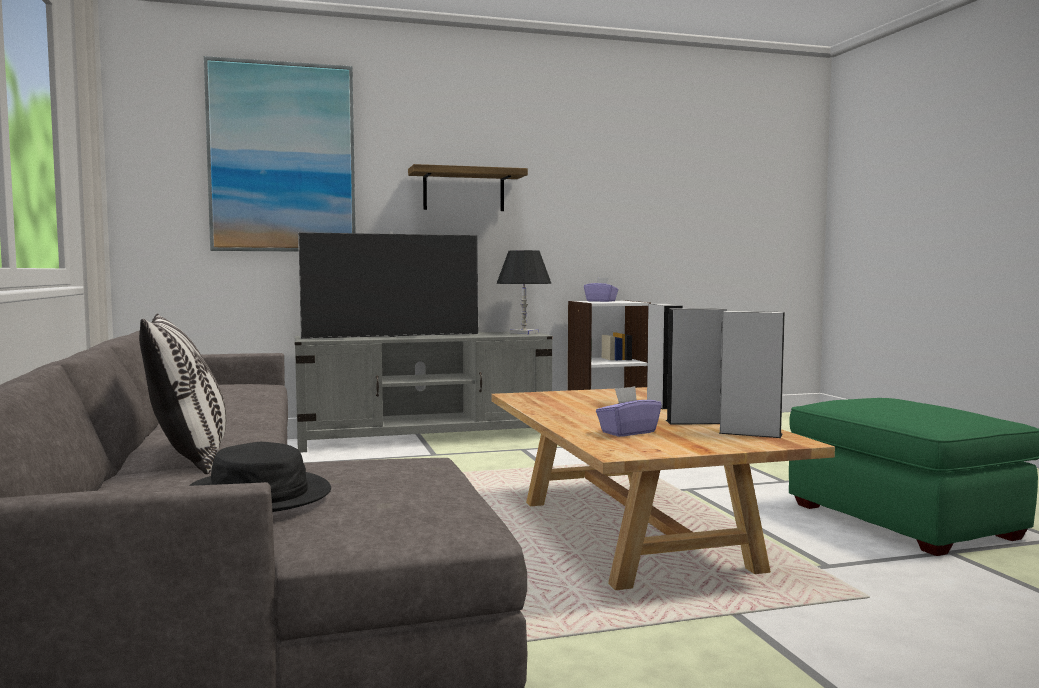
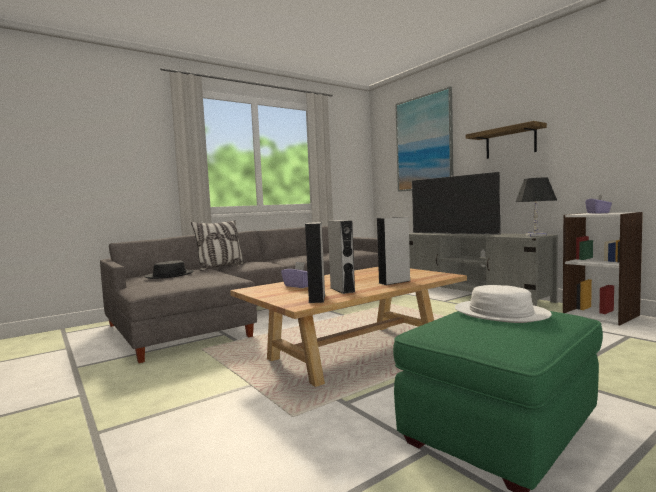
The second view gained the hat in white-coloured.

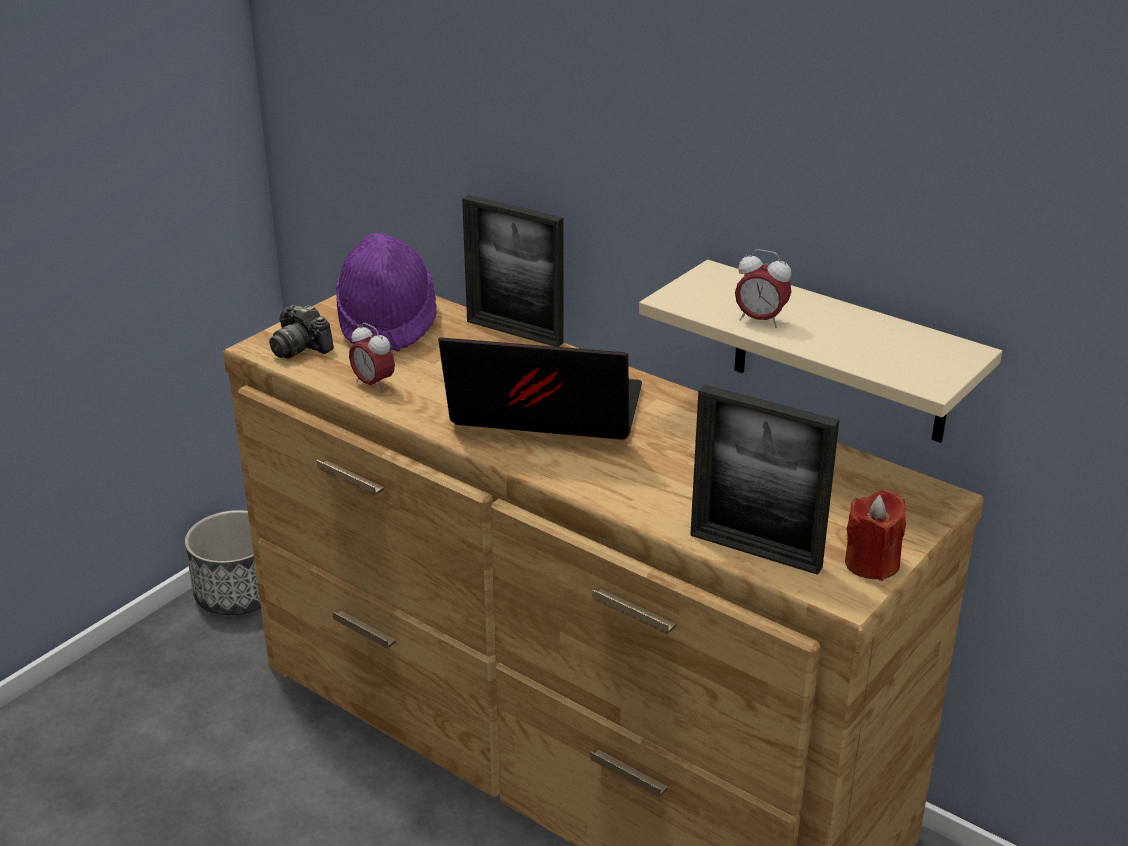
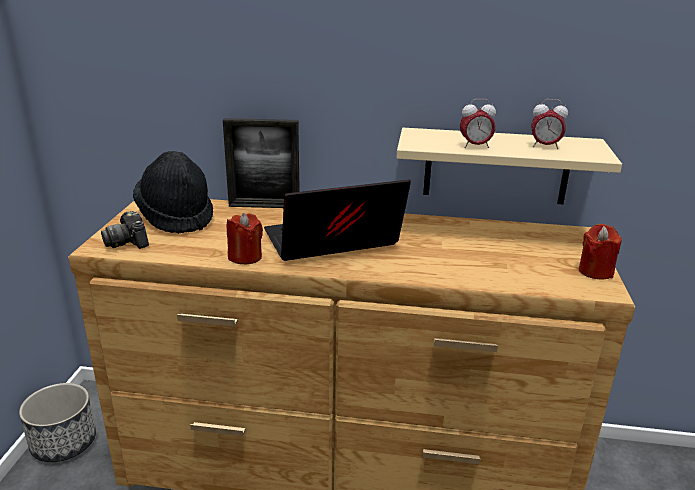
The second view lost the standing frame (no. 2 from left). The second view gained the wax light in red-coloured (no. 1 from left). The bedside clock (no. 1 from left in the first image) ended up elsewhere. What was the hat in purplish turned into the hat in black-coloured. The still camera ended up facing another way, 45 degrees clockwise from before.

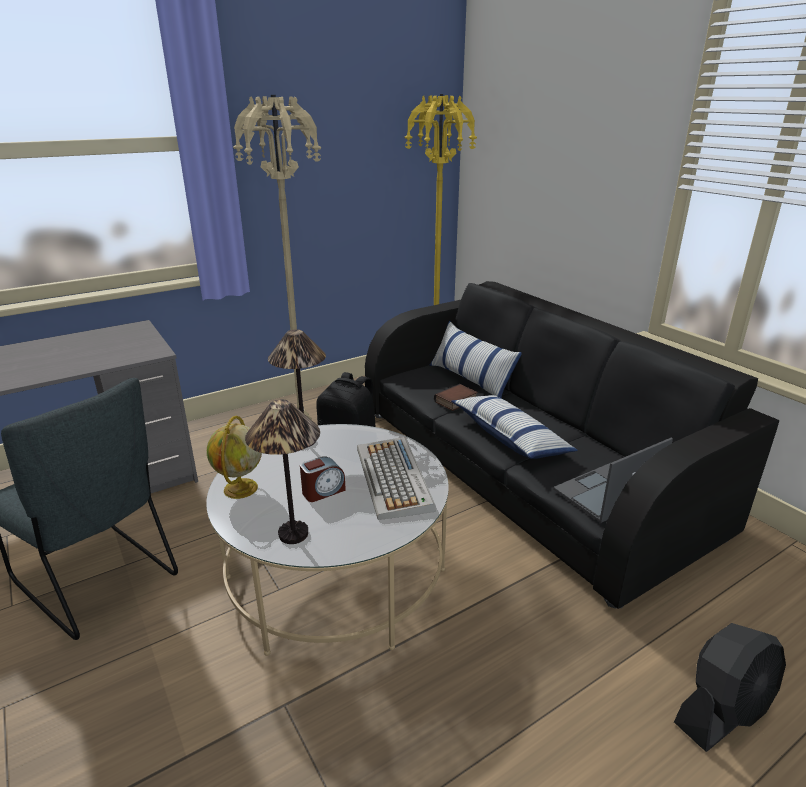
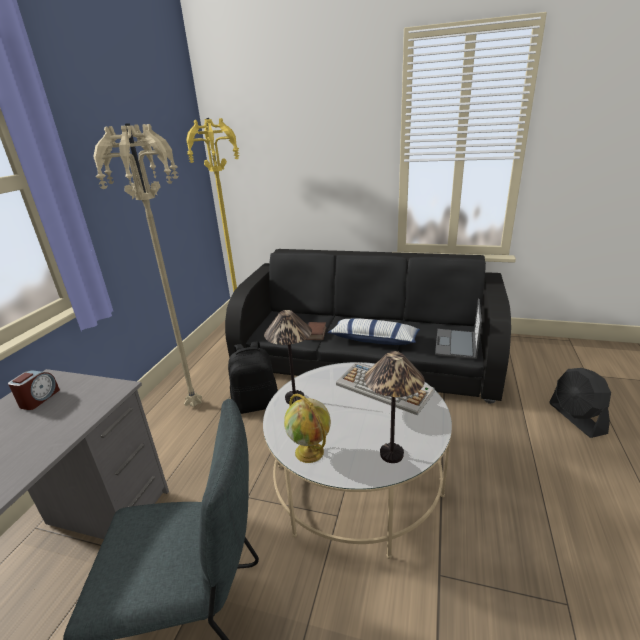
The second view lost the pillow (no. 1 from left). The bedside clock ended up elsewhere. The cooling fan in black-coloured ended up facing another way, 150 degrees clockwise from before.

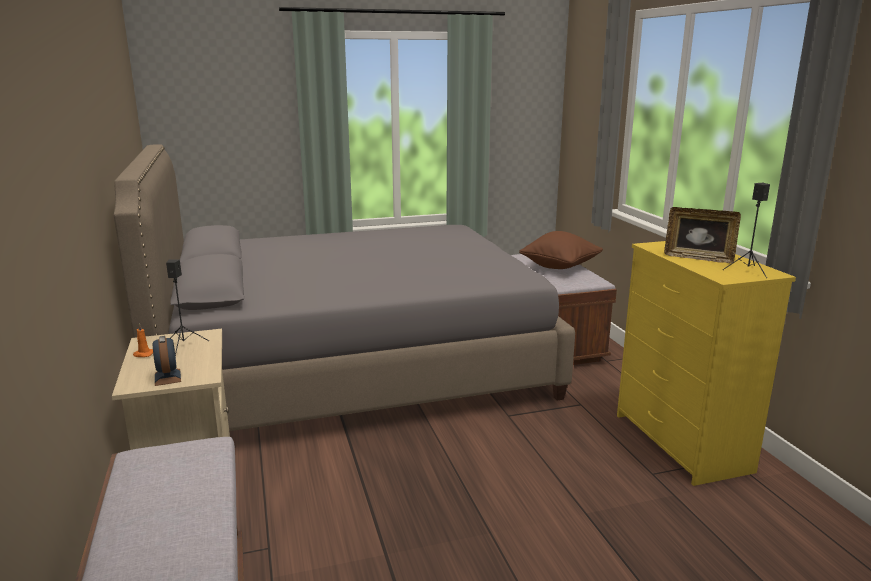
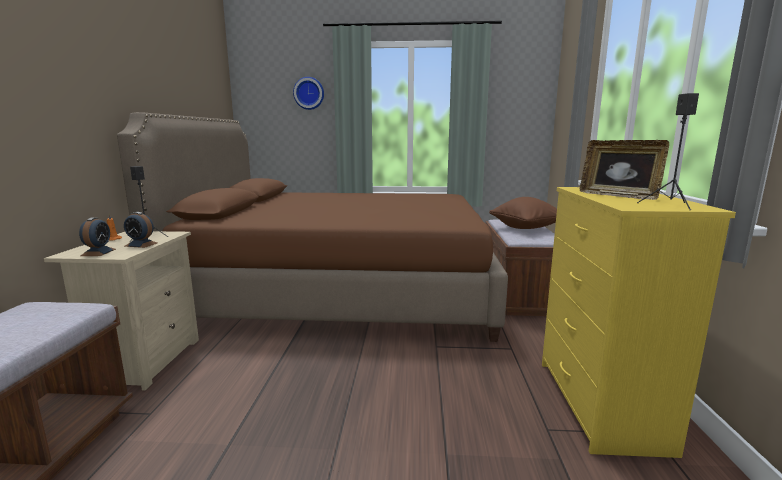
The second view gained the bedside clock (no. 2 from left). The second view gained the wall clock. What was the bed in grey turned into the bed in brown.

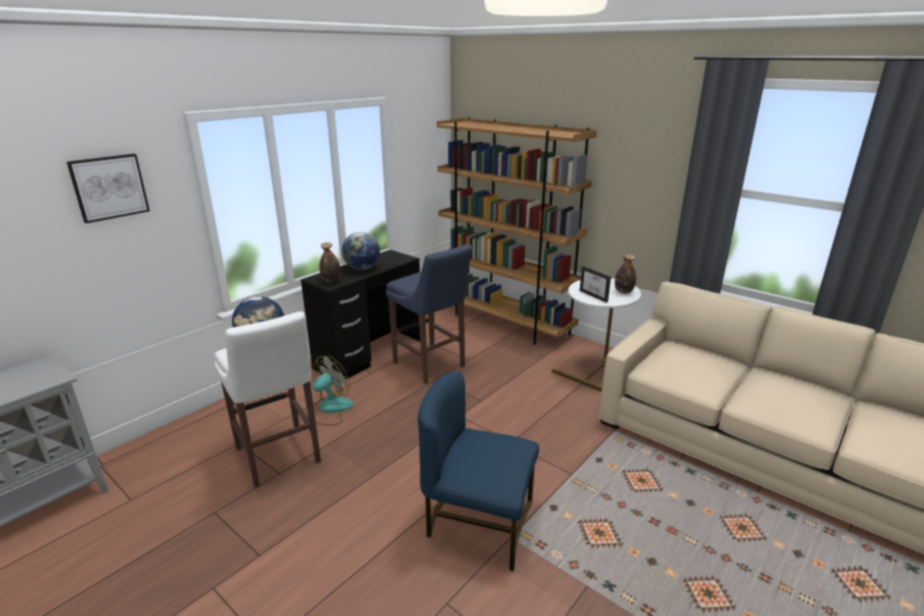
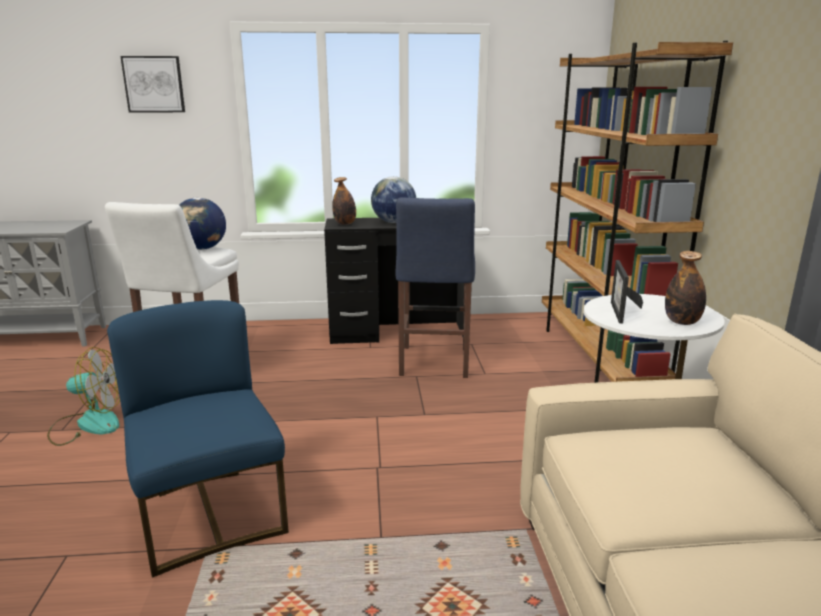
The cooling fan ended up elsewhere.

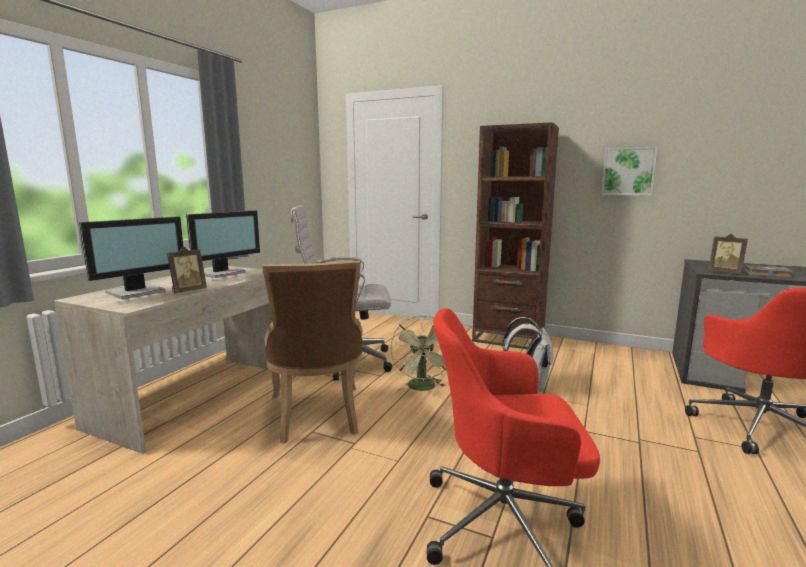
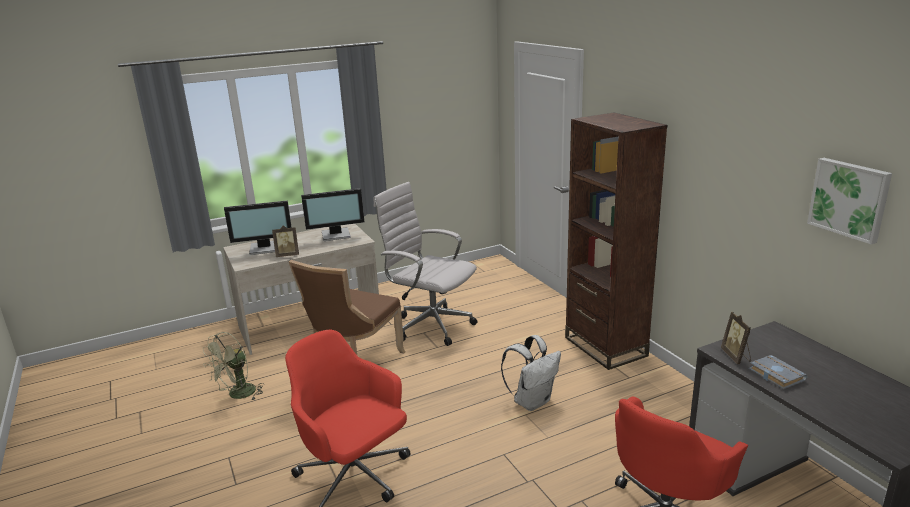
The cooling fan in green-coloured ended up elsewhere. The picture ended up elsewhere.

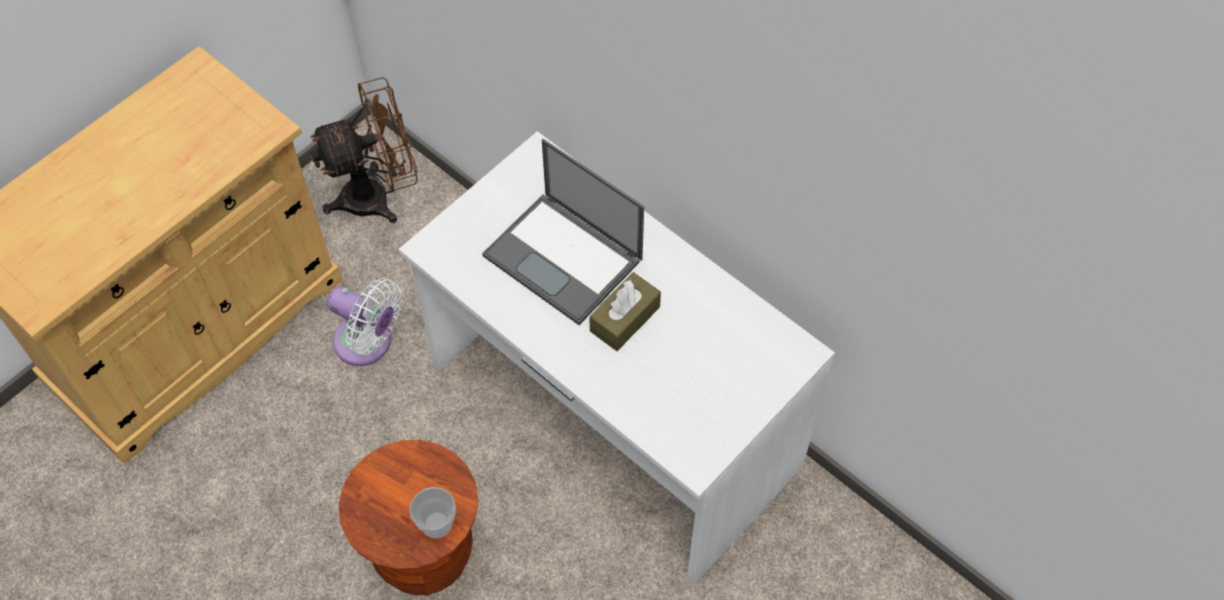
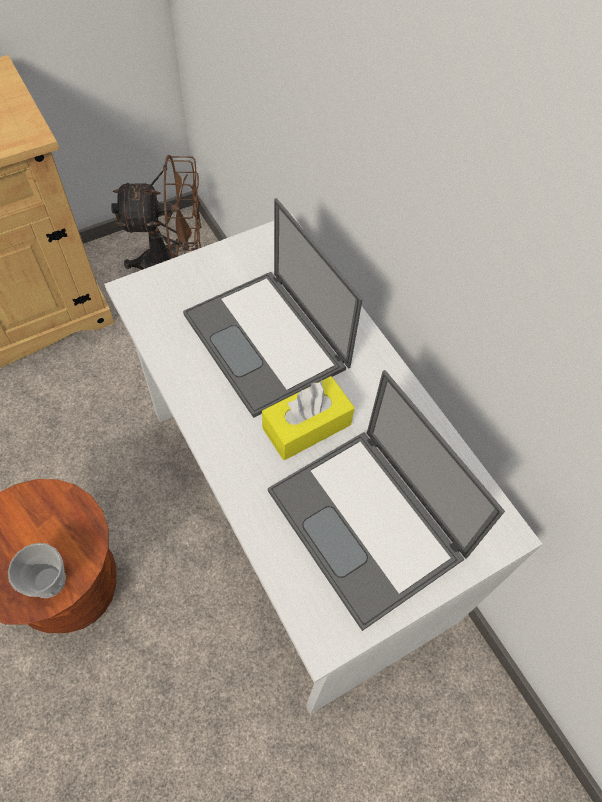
The second view lost the cooling fan in white-coloured. The second view gained the laptop (no. 2 from left). What was the tissue holder in brown turned into the tissue holder in yellow.

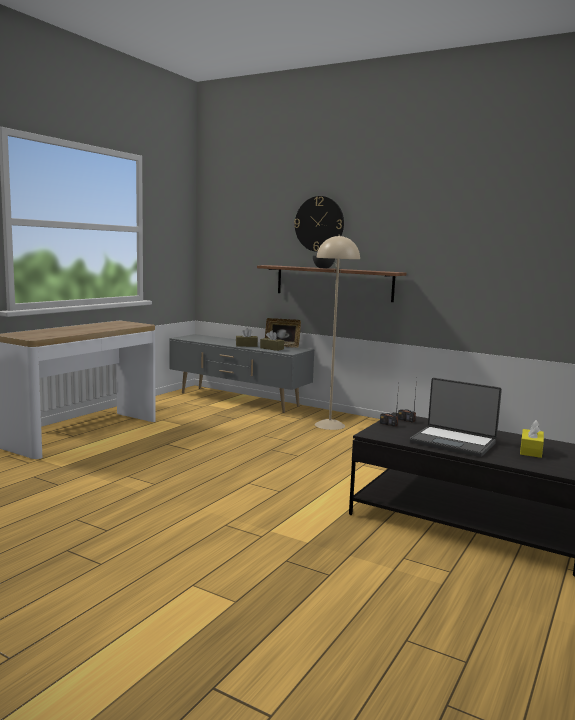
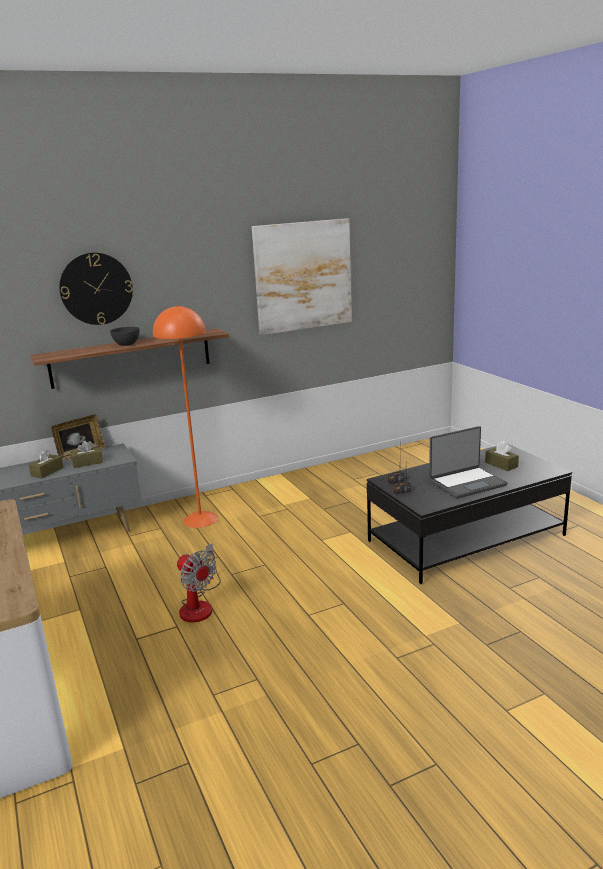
The second view gained the cooling fan. The second view gained the picture. What was the standard lamp in beige turned into the standard lamp in orangey. What was the tissue holder in yellow turned into the tissue holder in brown (no. 3 from left).

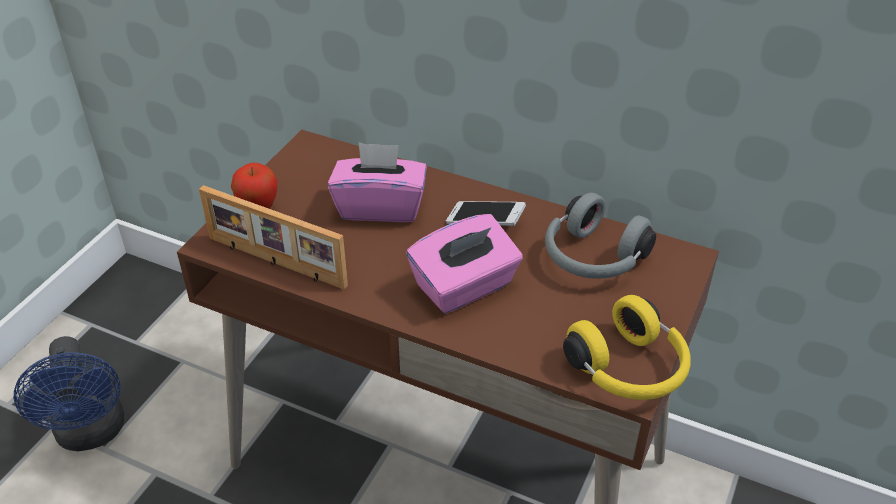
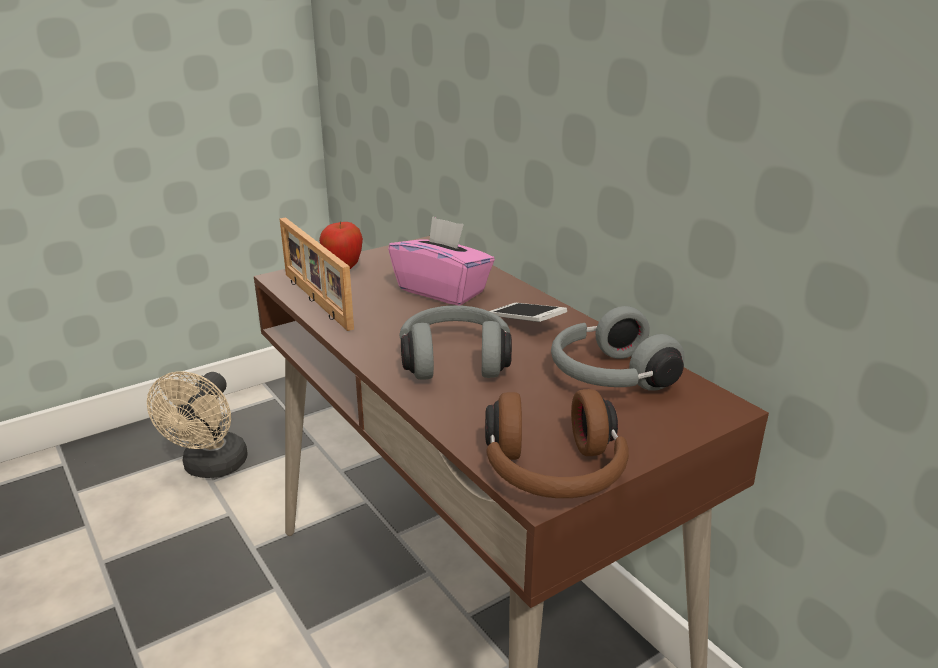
Where the tissue holder in pink (no. 2 from left) stood, the headset in grey (no. 1 from left) came to stand. What was the cooling fan in blue-coloured turned into the cooling fan in beige. What was the headset in yellow turned into the headset in brown.

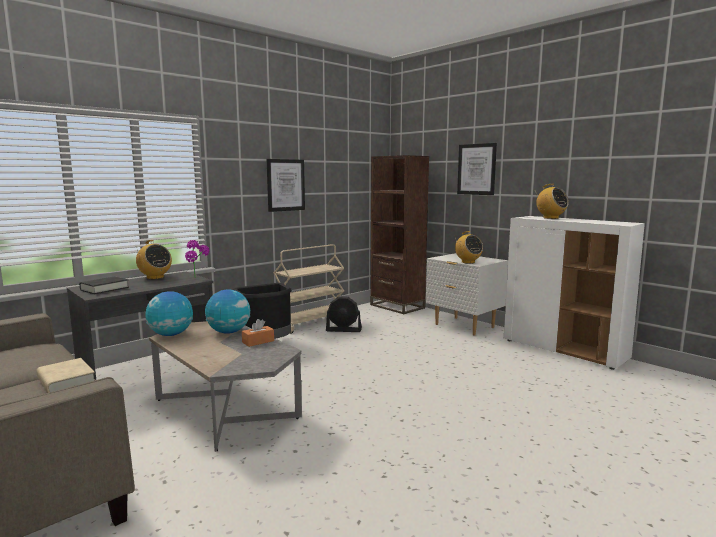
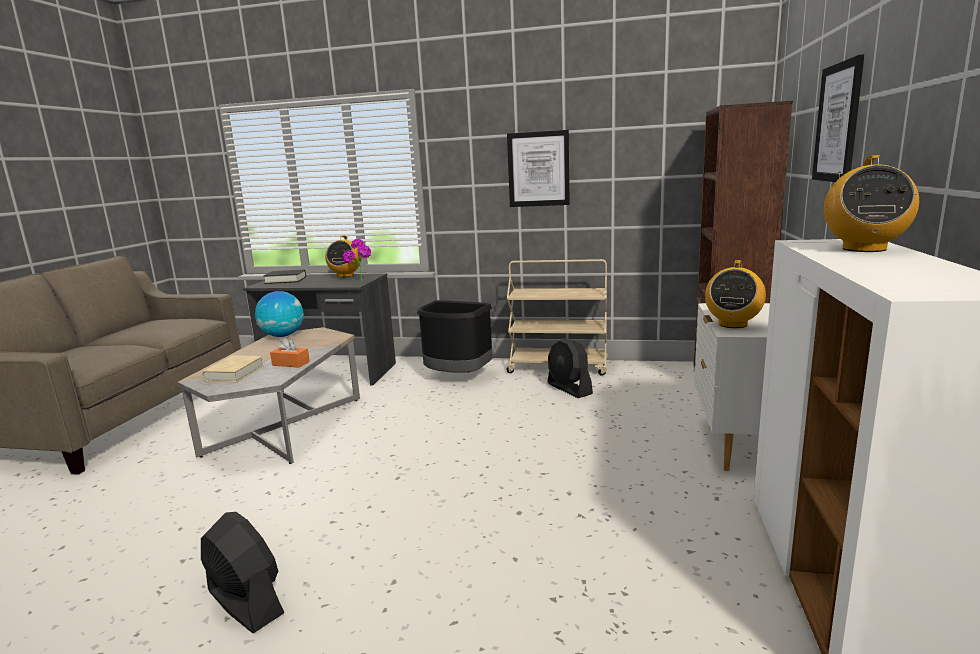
The second view lost the world globe (no. 2 from left). The second view gained the cooling fan in black-coloured (no. 1 from left). The volume in beige ended up elsewhere.

